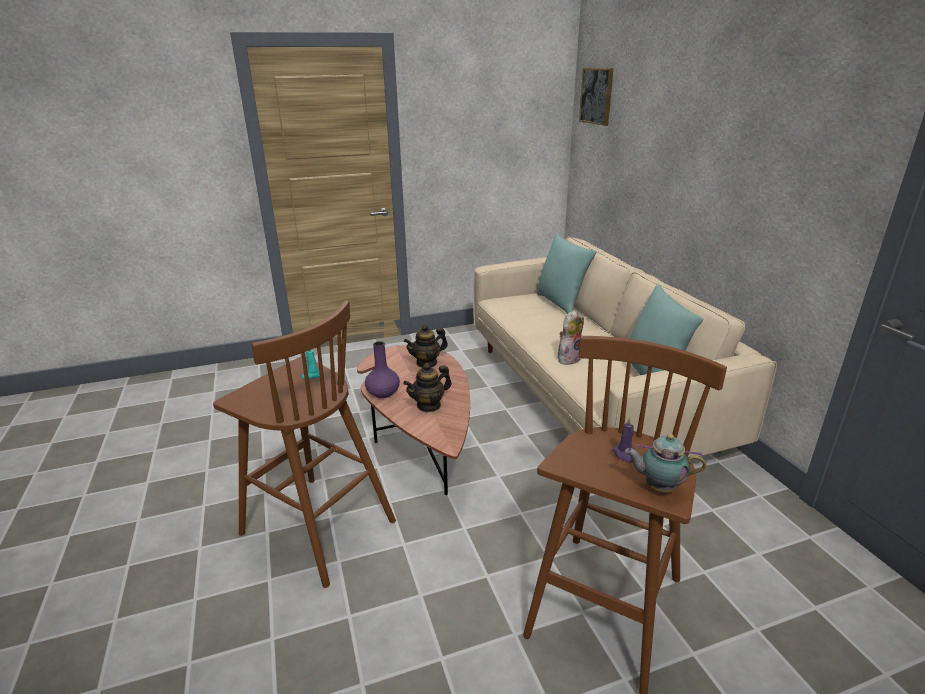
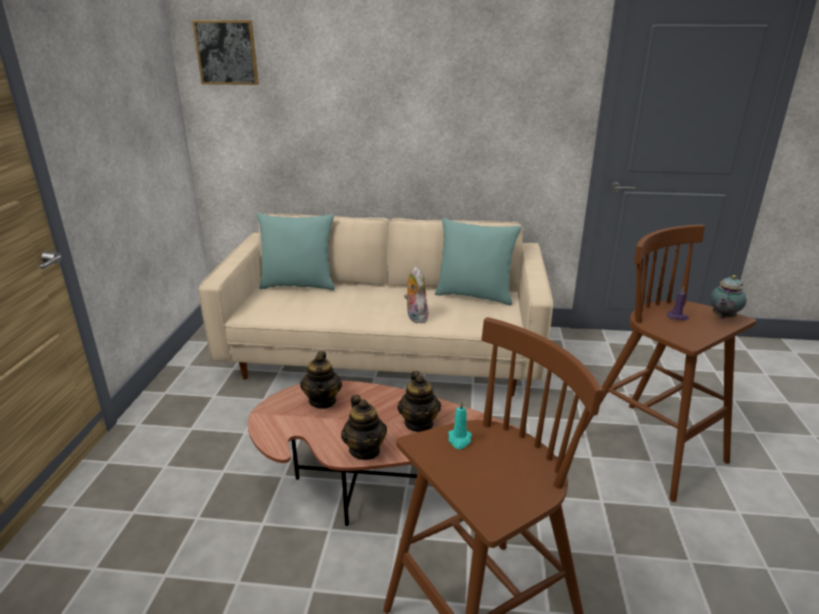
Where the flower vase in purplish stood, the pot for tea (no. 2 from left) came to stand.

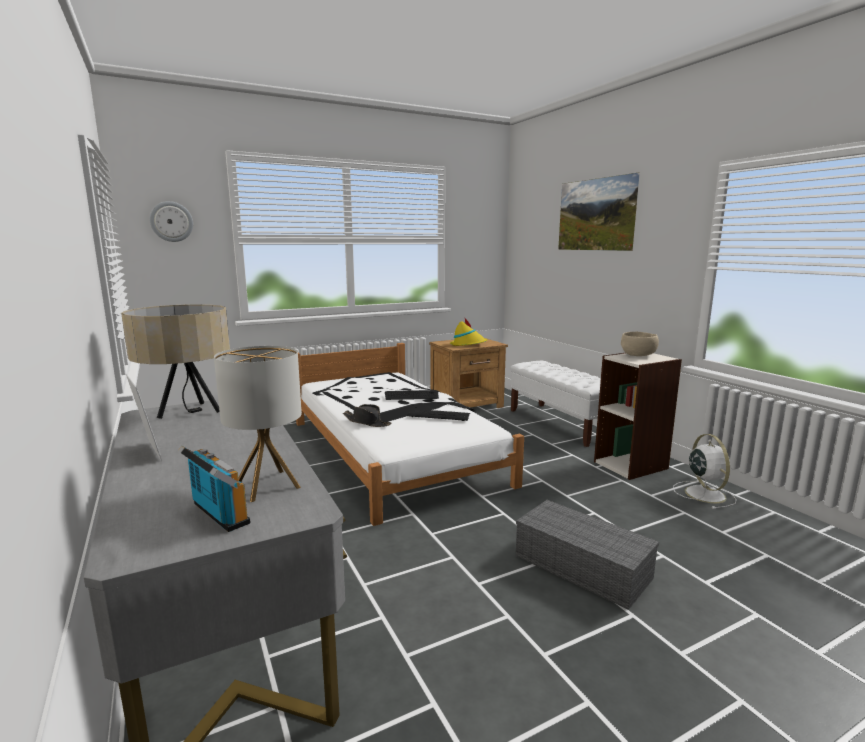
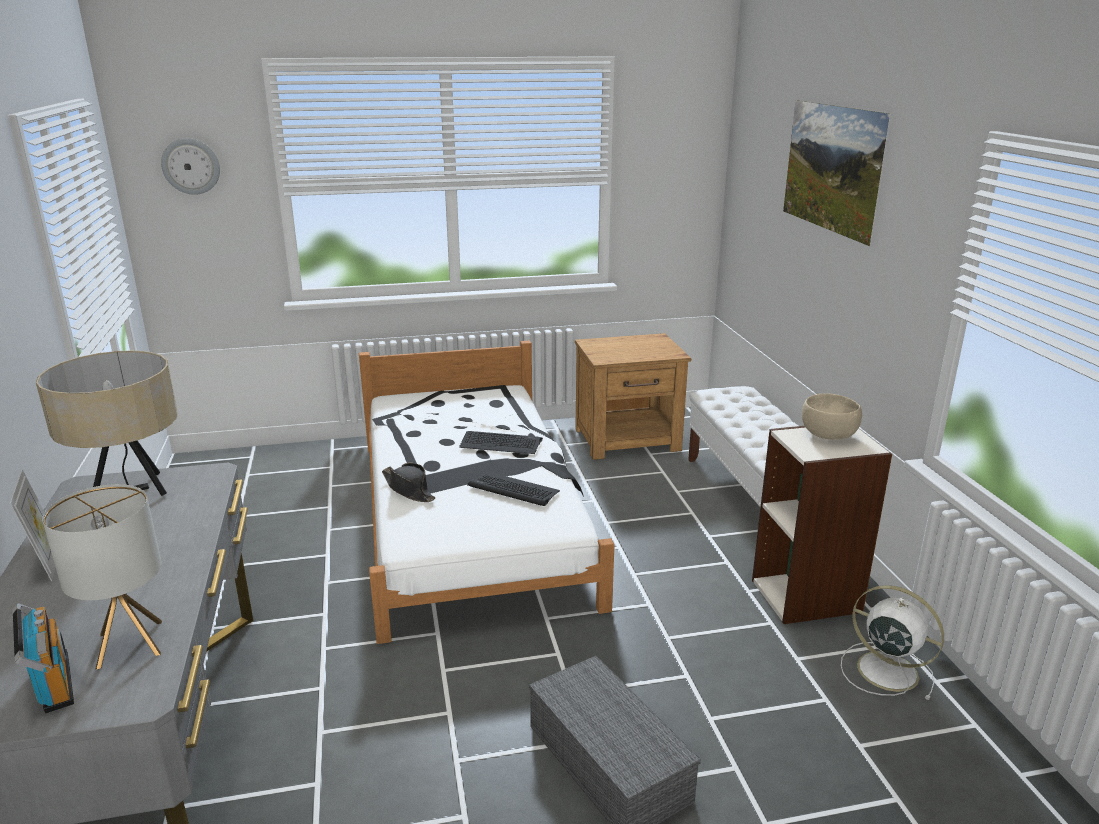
The second view lost the hat in yellow. The cooling fan in white-coloured ended up facing another way, 60 degrees counterclockwise from before.

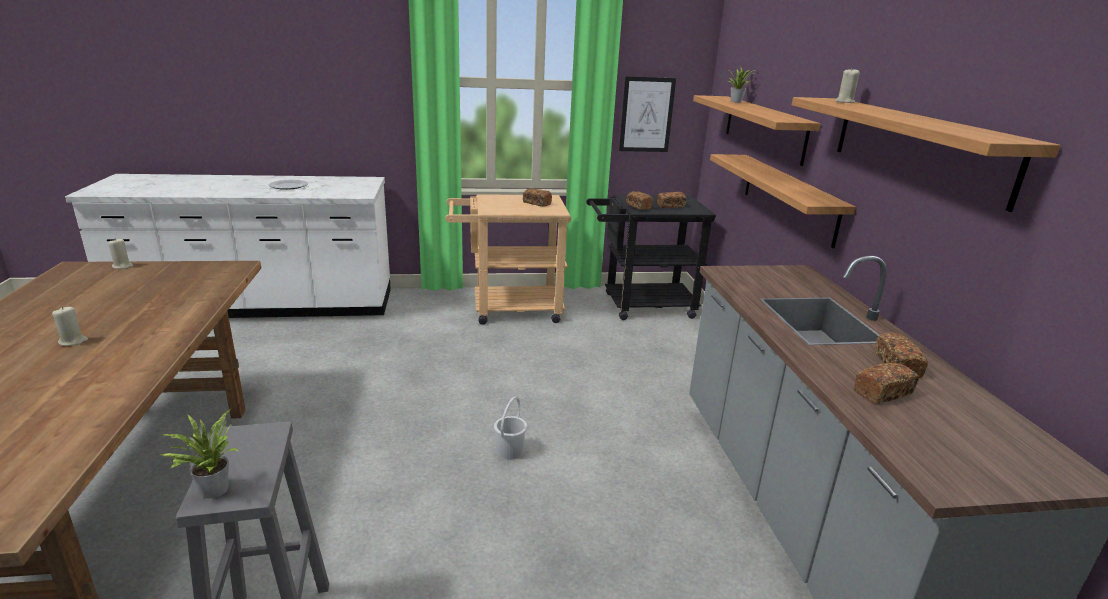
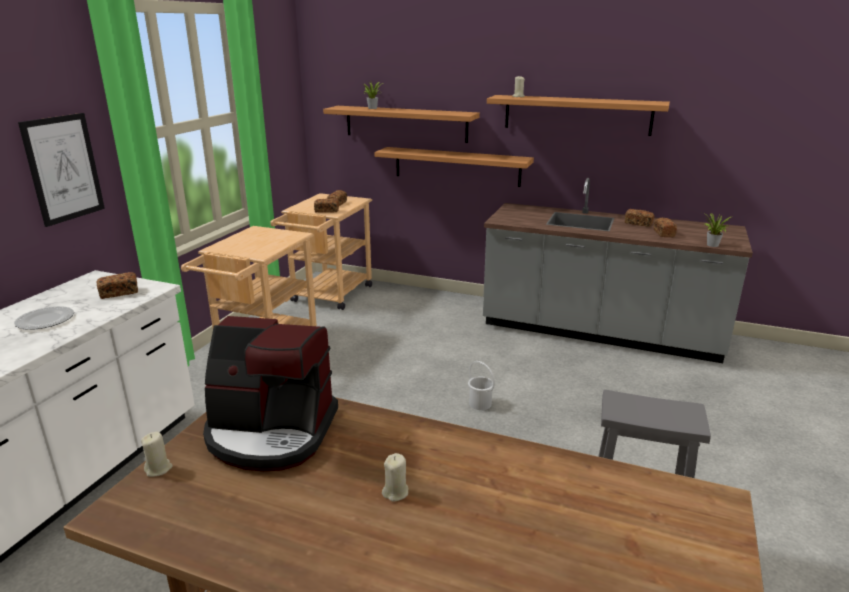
The second view gained the coffee maker. The plant in a pot (no. 1 from left in the first image) ended up elsewhere. The bakery bread (no. 1 from left) ended up elsewhere. The picture ended up elsewhere. What was the trolley in black-coloured turned into the trolley in beige (no. 2 from left).

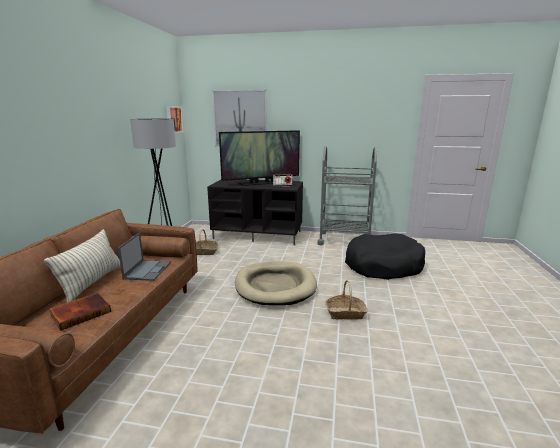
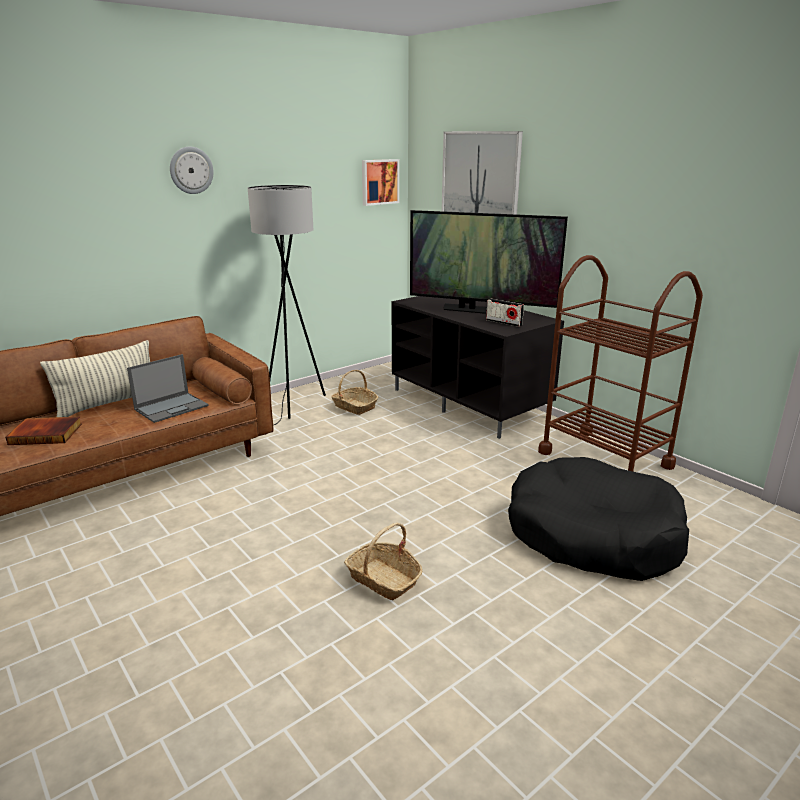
The second view lost the dog bed in beige. The second view gained the wall clock. What was the trolley in grey turned into the trolley in brown.

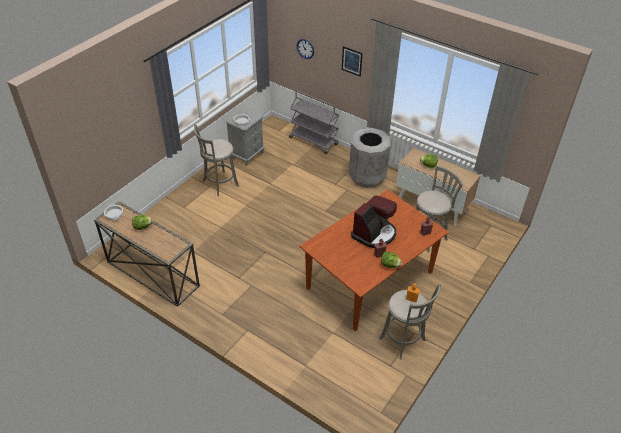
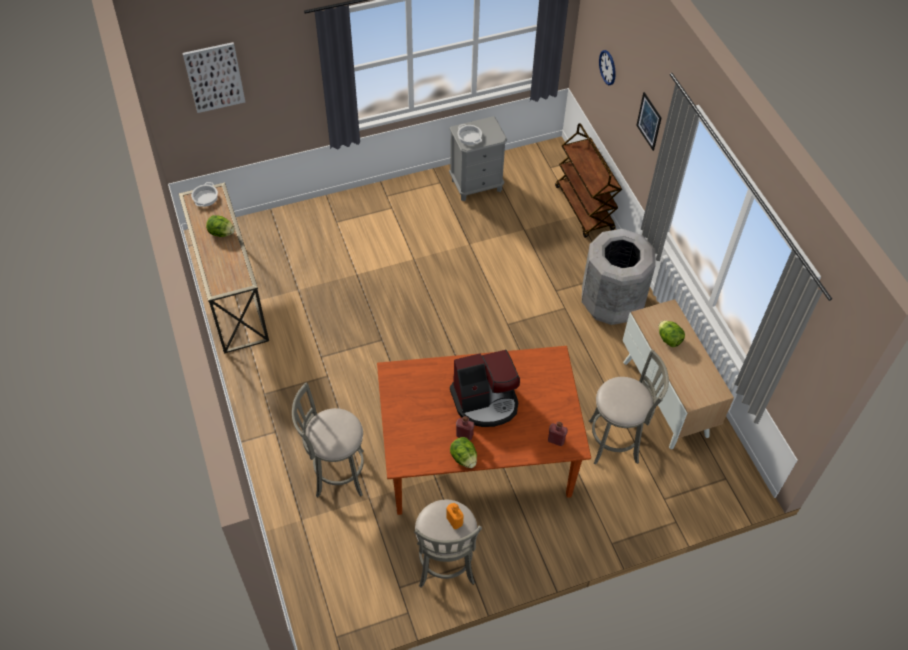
The second view gained the picture (no. 1 from left). The stool in grey (no. 1 from left) ended up elsewhere. What was the trolley in grey turned into the trolley in brown.

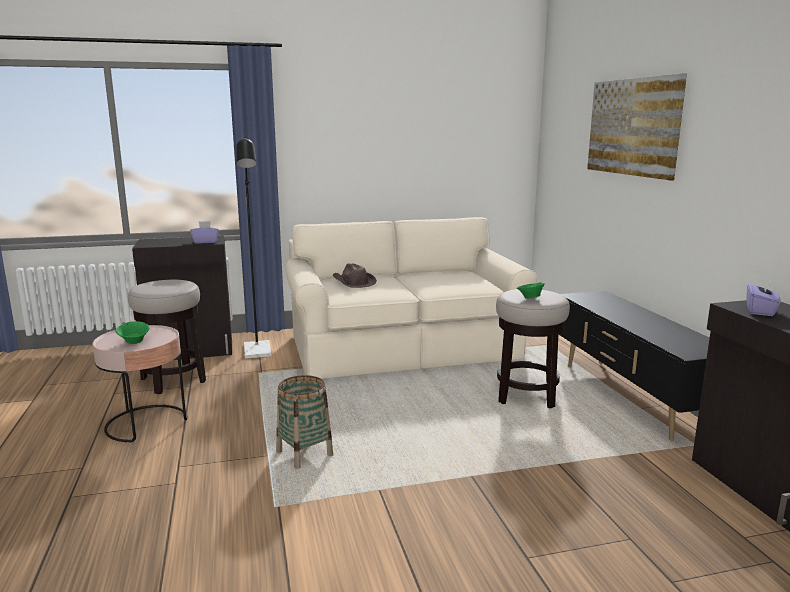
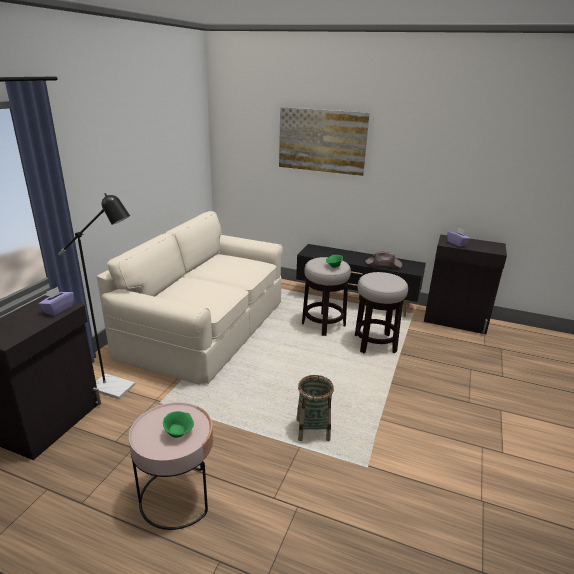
The stool (no. 1 from left in the first image) ended up elsewhere. The hat in brown ended up elsewhere.

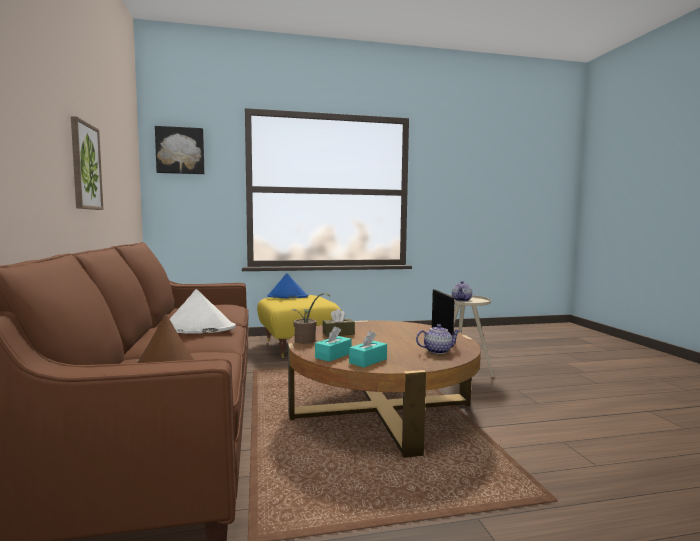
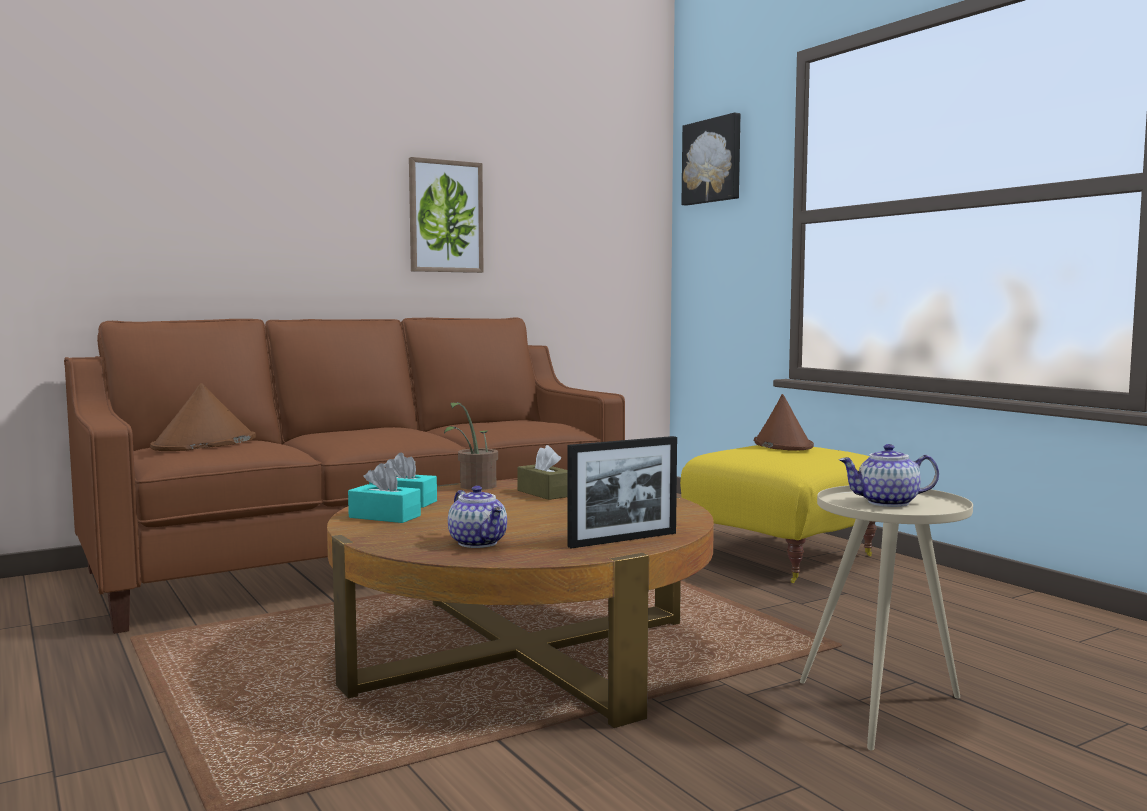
The second view lost the hat in white-coloured. What was the hat in blue-coloured turned into the hat in brown (no. 2 from left).

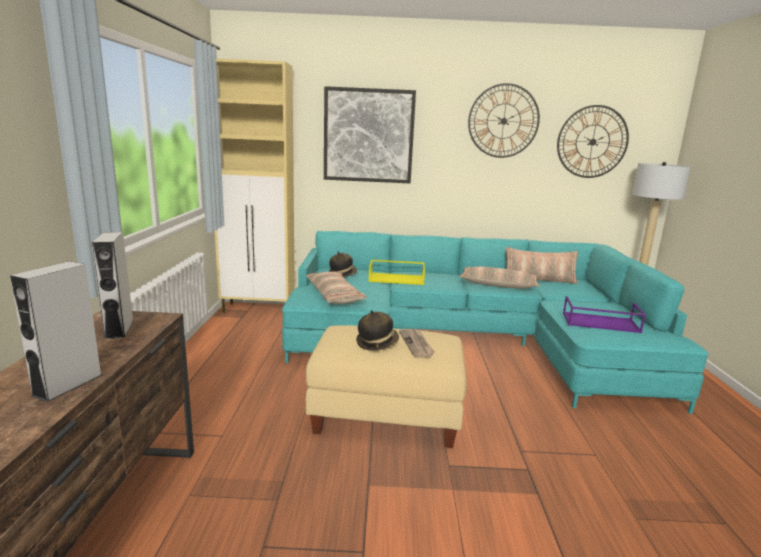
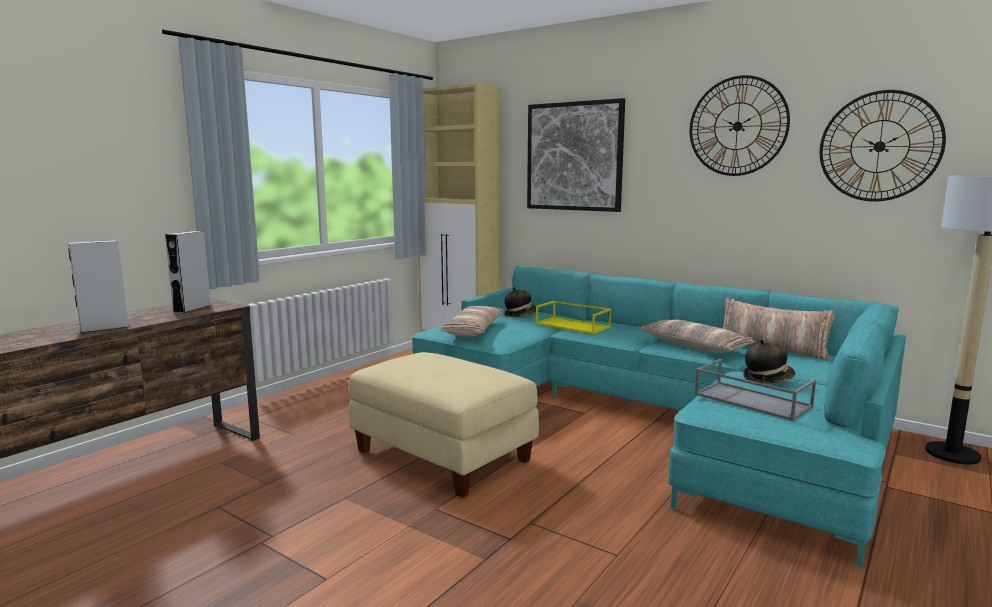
The second view lost the newspaper. The hat (no. 2 from left) ended up elsewhere. What was the tray in purplish turned into the tray in grey.

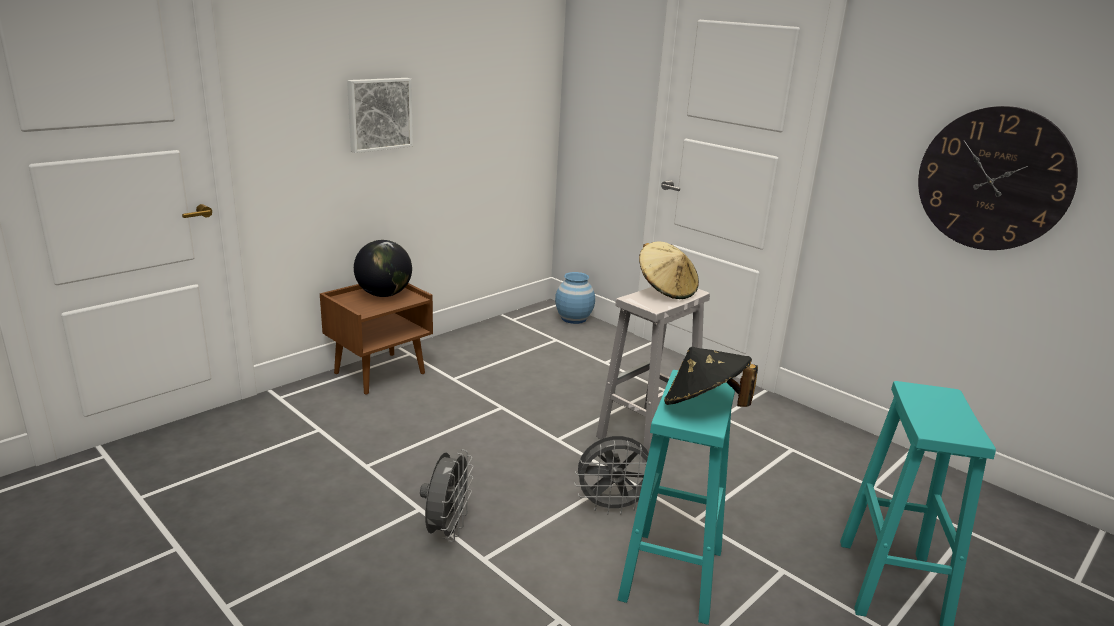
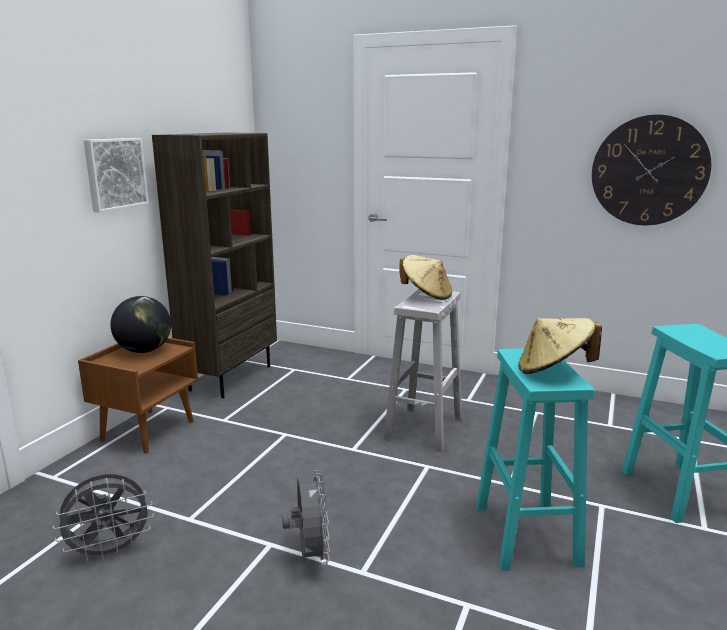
The second view lost the flower vase in blue-coloured. The second view gained the bookcase in brown. The cooling fan in grey (no. 2 from left in the first image) ended up elsewhere. What was the hat in black-coloured turned into the hat in beige (no. 2 from left).

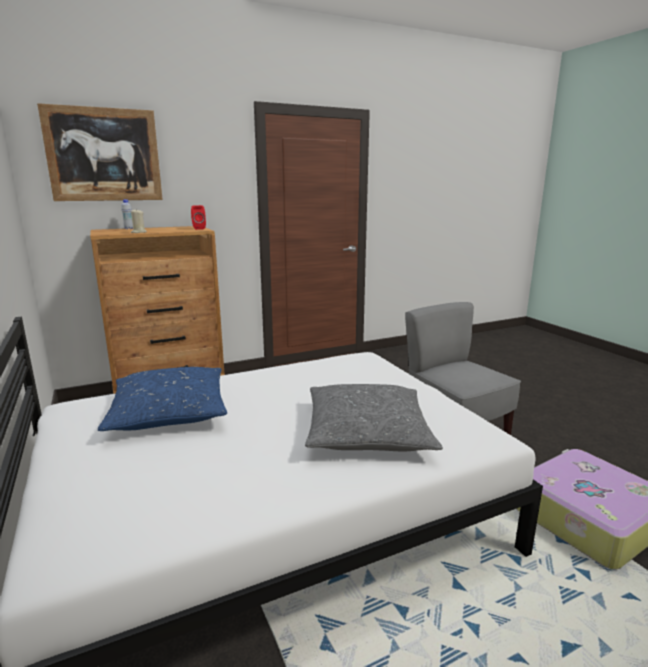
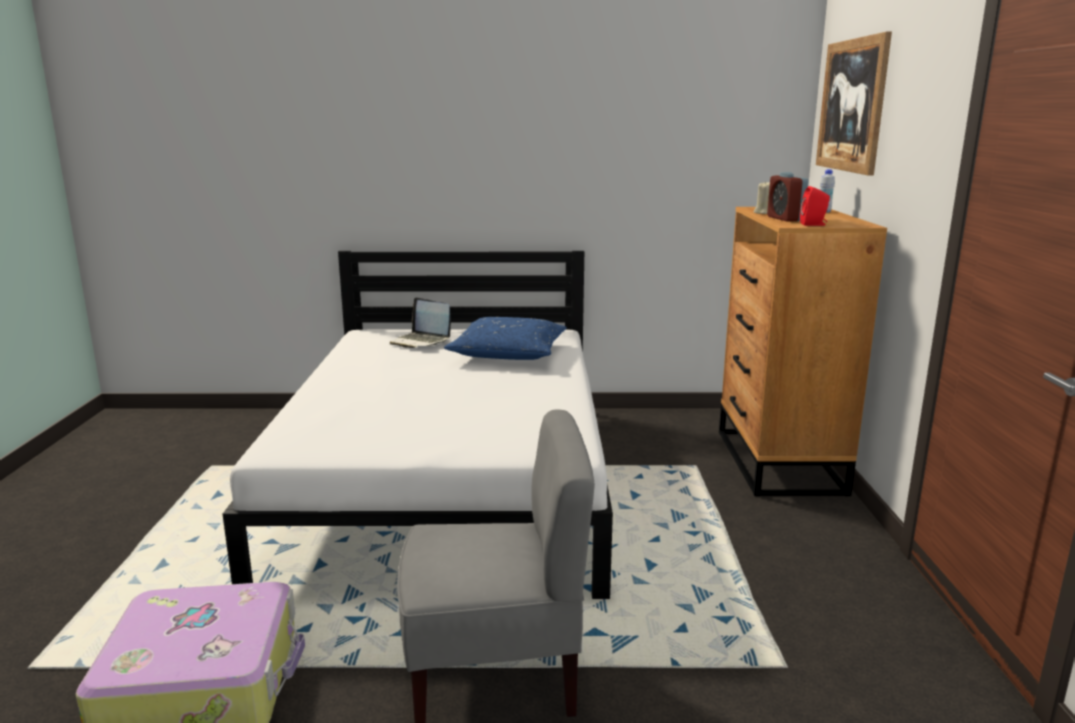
The second view lost the pillow in grey. The second view gained the laptop. The second view gained the bedside clock.

